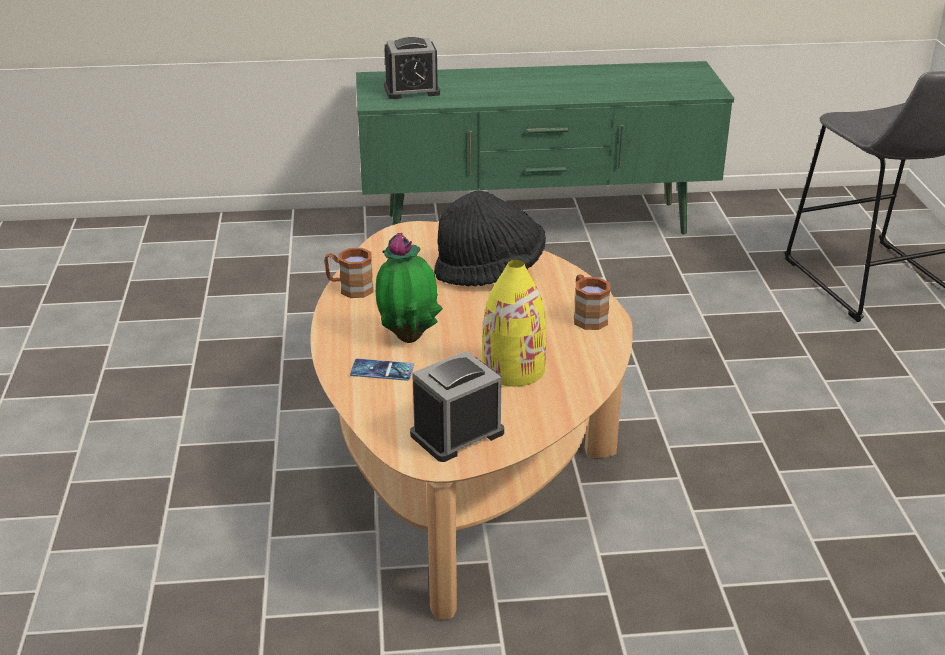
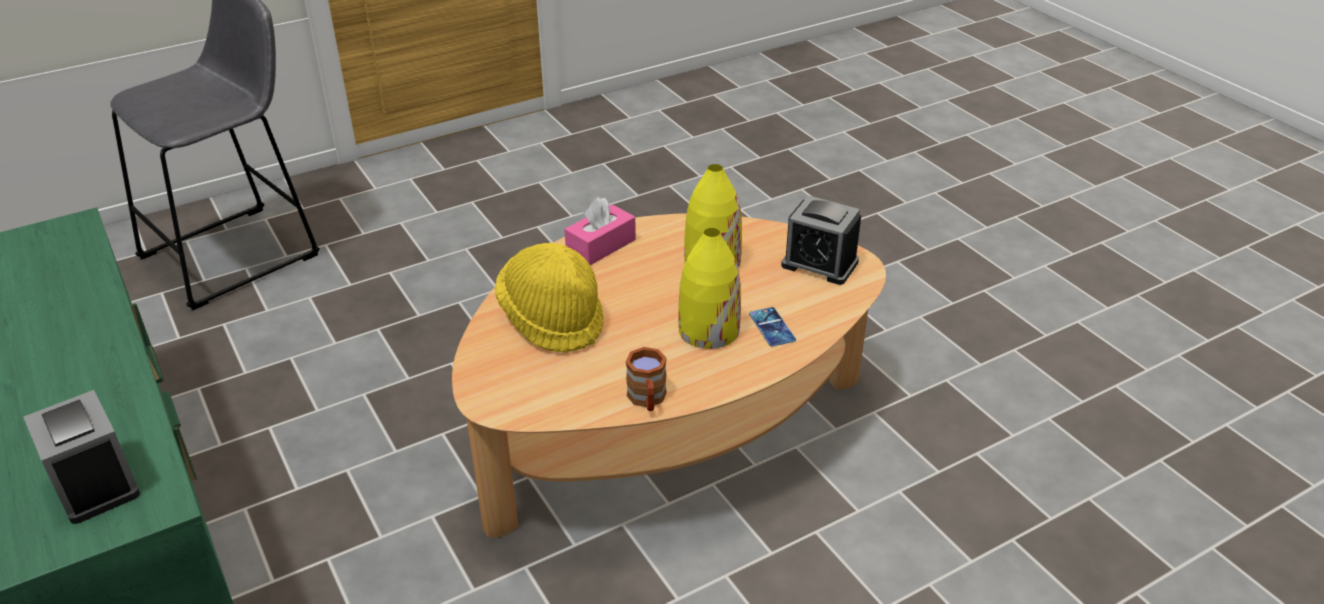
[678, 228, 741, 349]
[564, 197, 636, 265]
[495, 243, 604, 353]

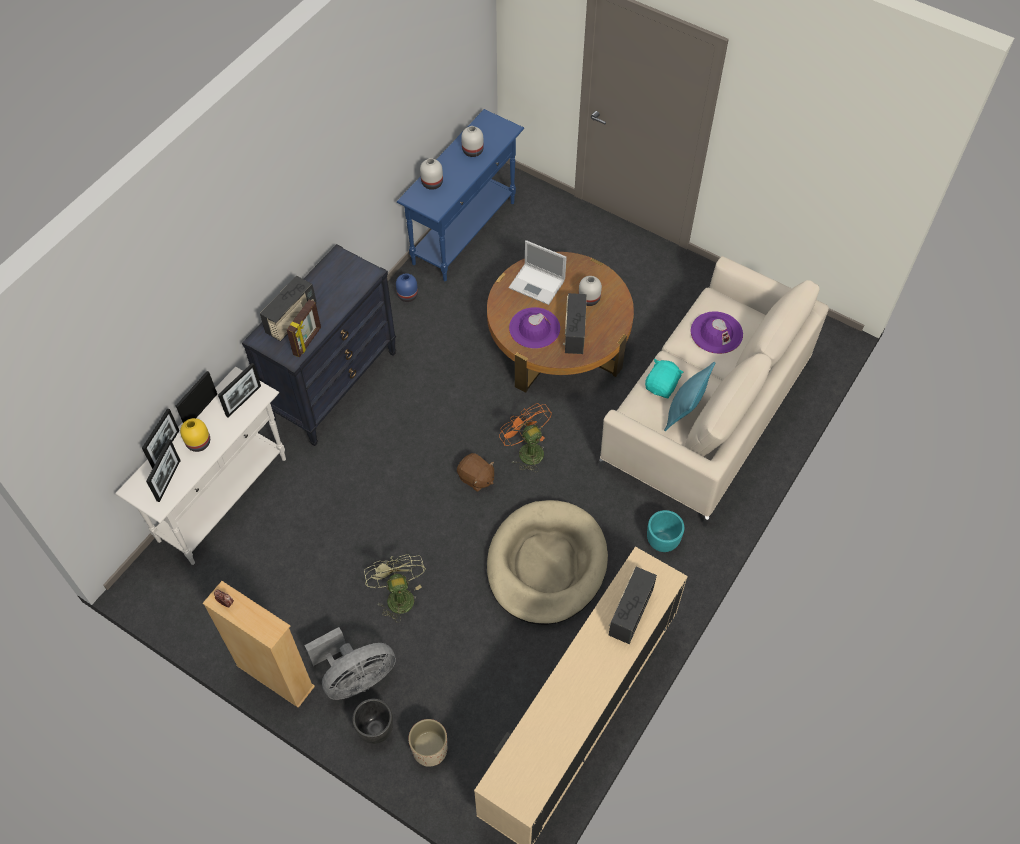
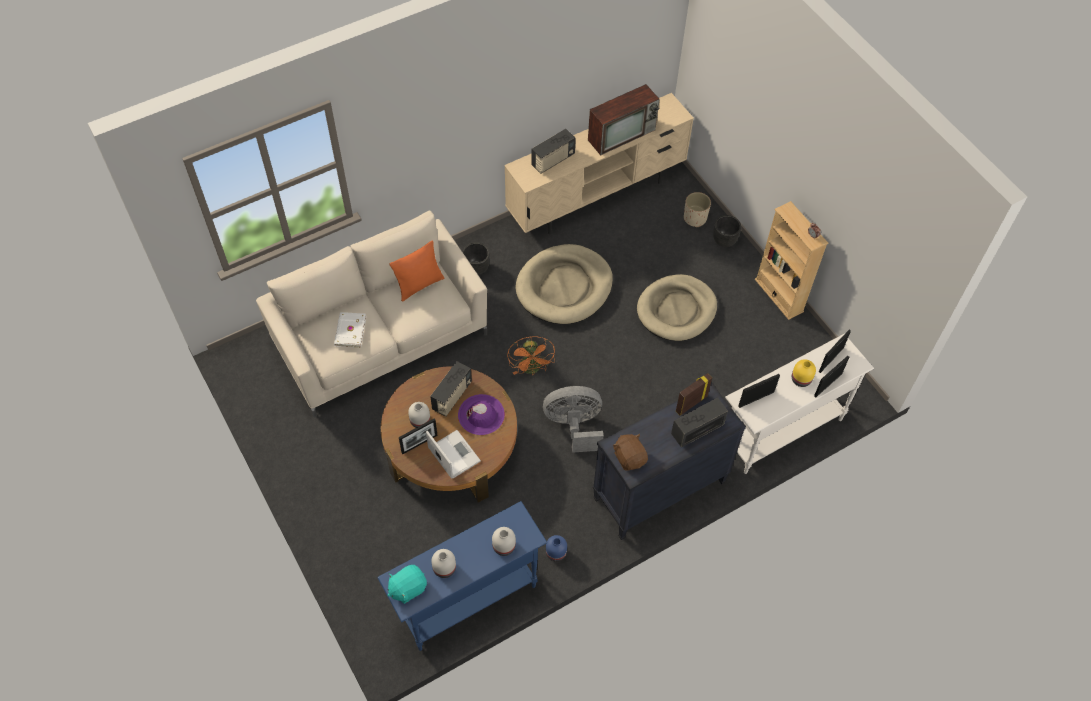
[588, 84, 660, 156]
[399, 419, 438, 454]
[543, 386, 603, 453]
[613, 434, 648, 470]
[388, 565, 427, 604]
[637, 274, 717, 341]
[334, 312, 366, 348]
[463, 242, 490, 275]
[389, 240, 445, 302]

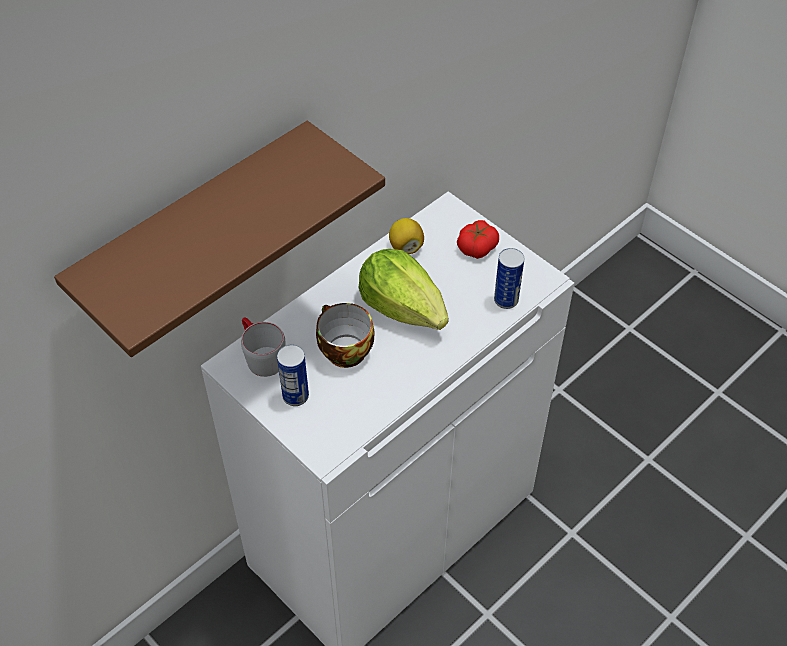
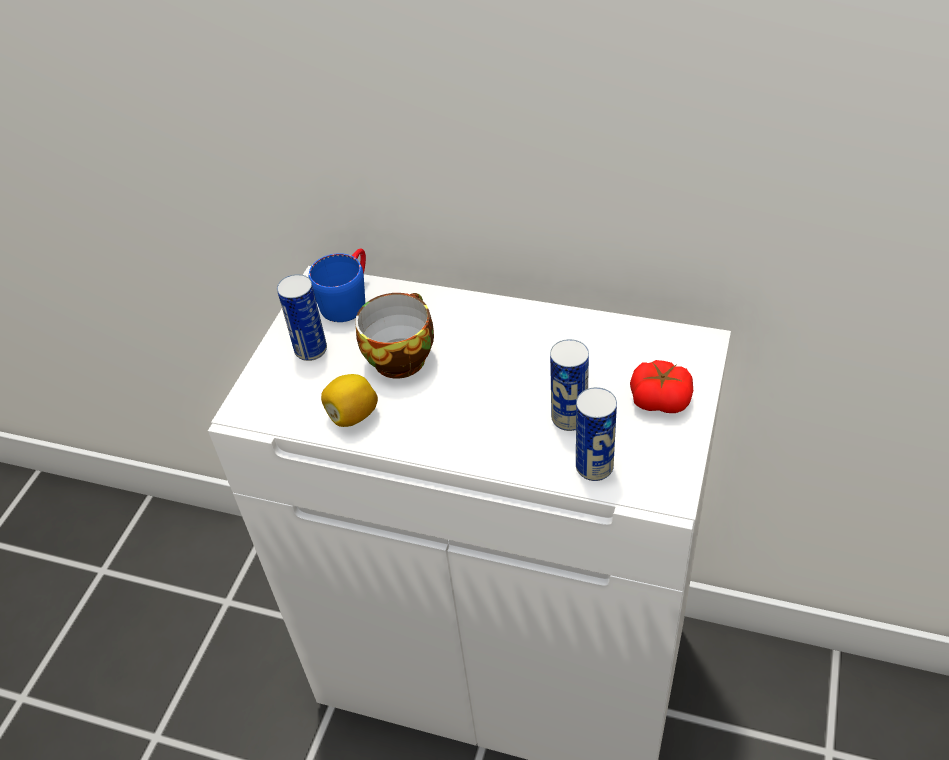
[54, 121, 385, 357] (first image)
[359, 249, 449, 330] (first image)
[550, 339, 589, 431]
[321, 374, 378, 427]
[309, 248, 366, 322]

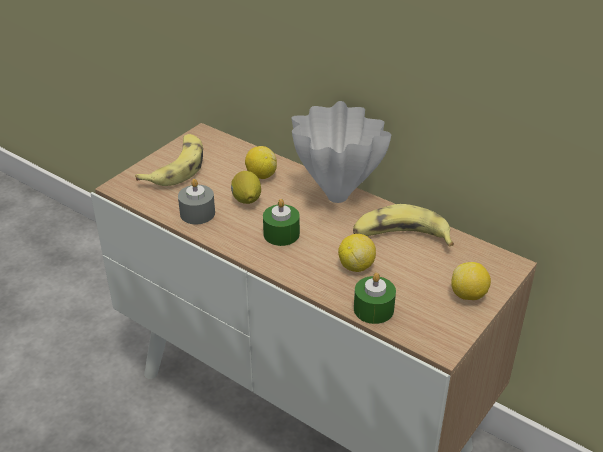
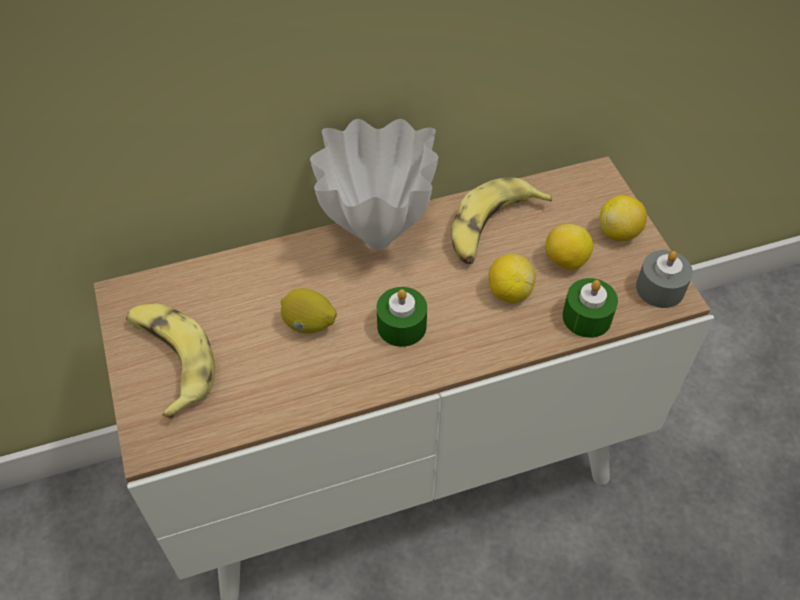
[636, 250, 693, 308]
[545, 224, 593, 270]

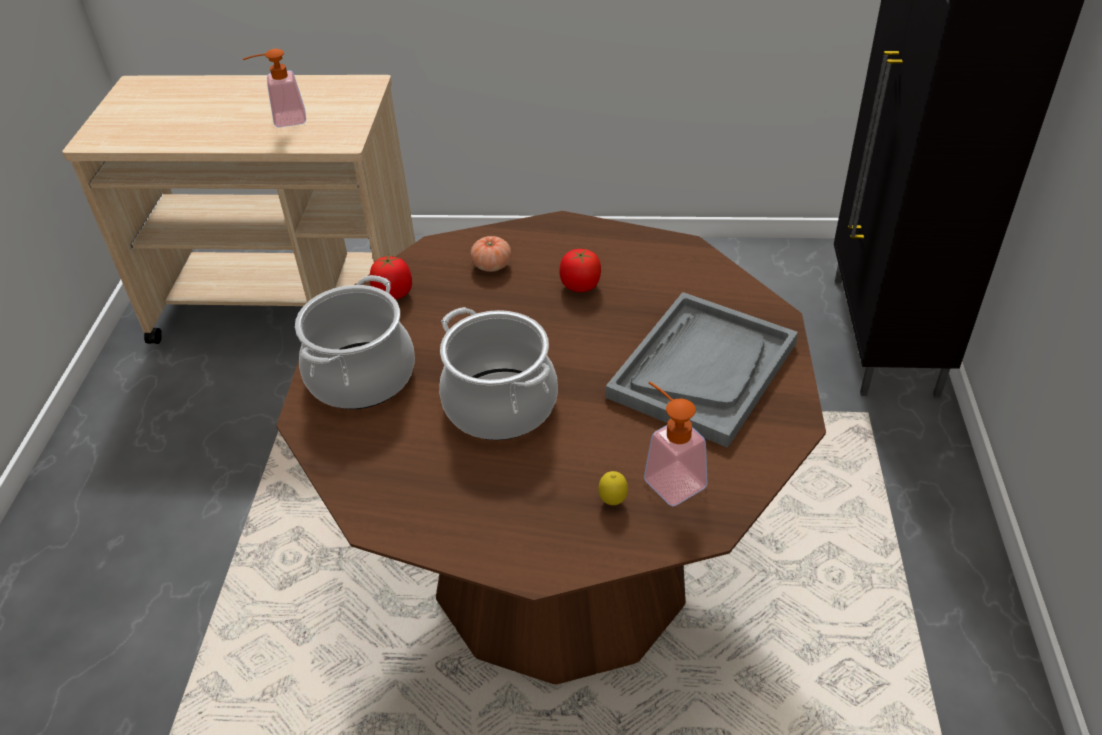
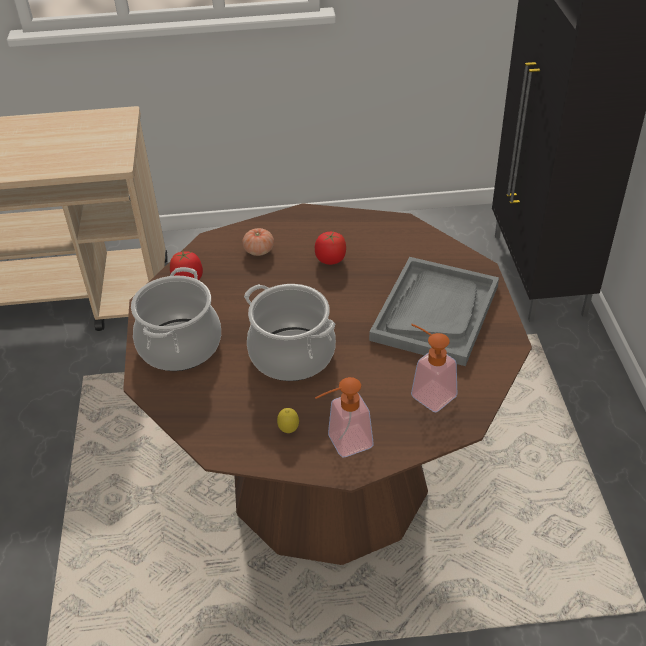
[315, 377, 374, 457]
[277, 408, 299, 433]

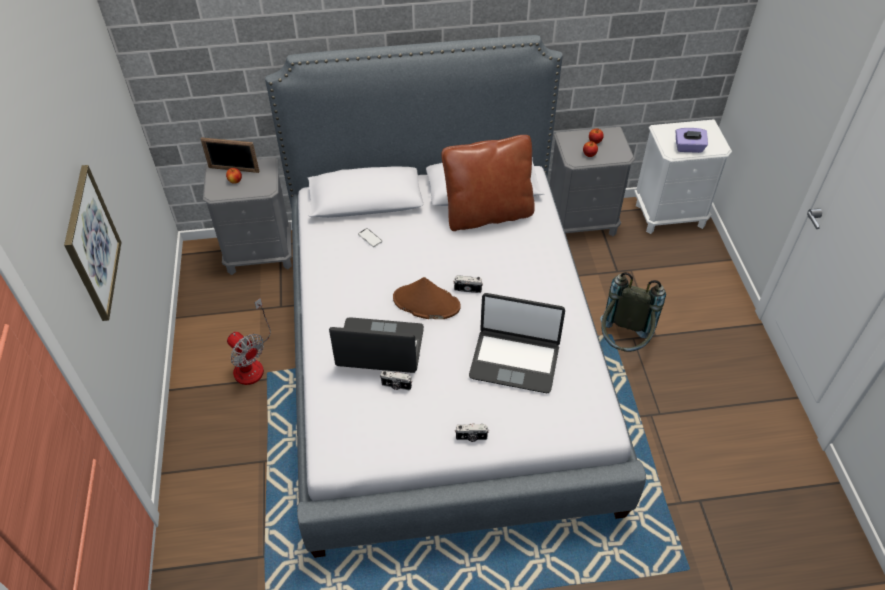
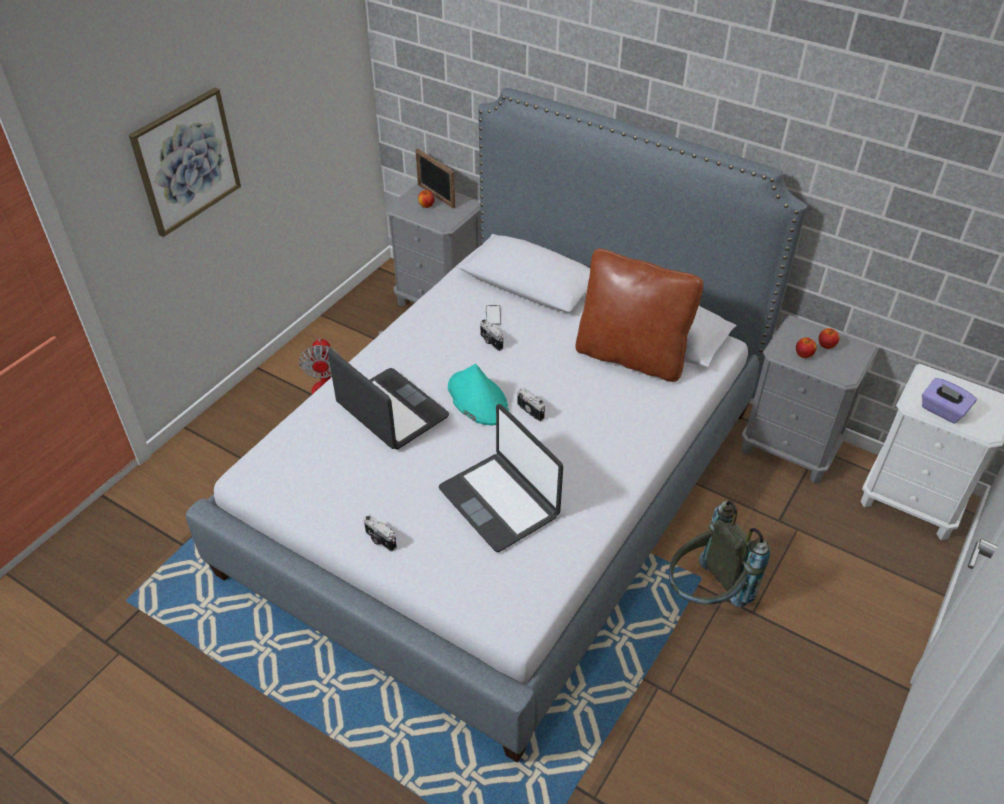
[480, 319, 503, 351]
[448, 364, 509, 425]

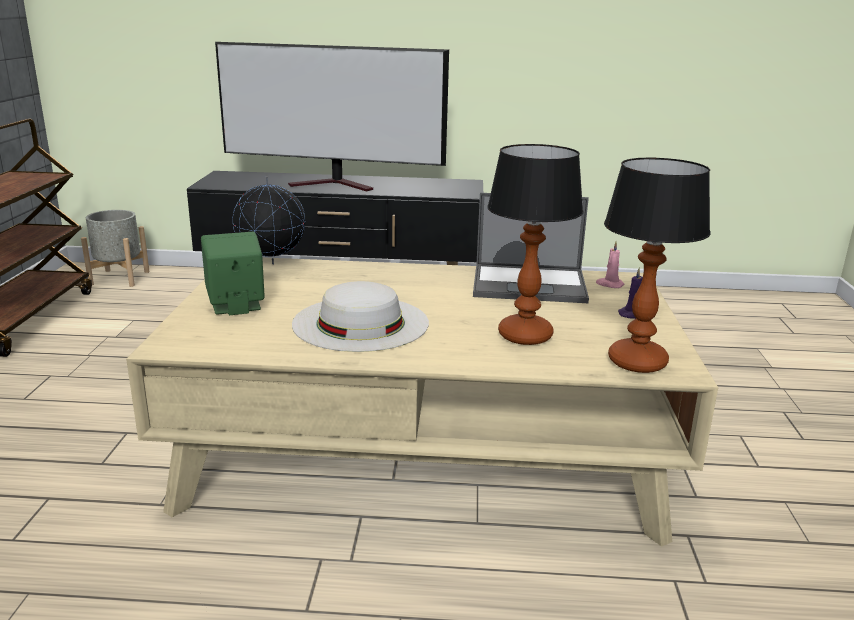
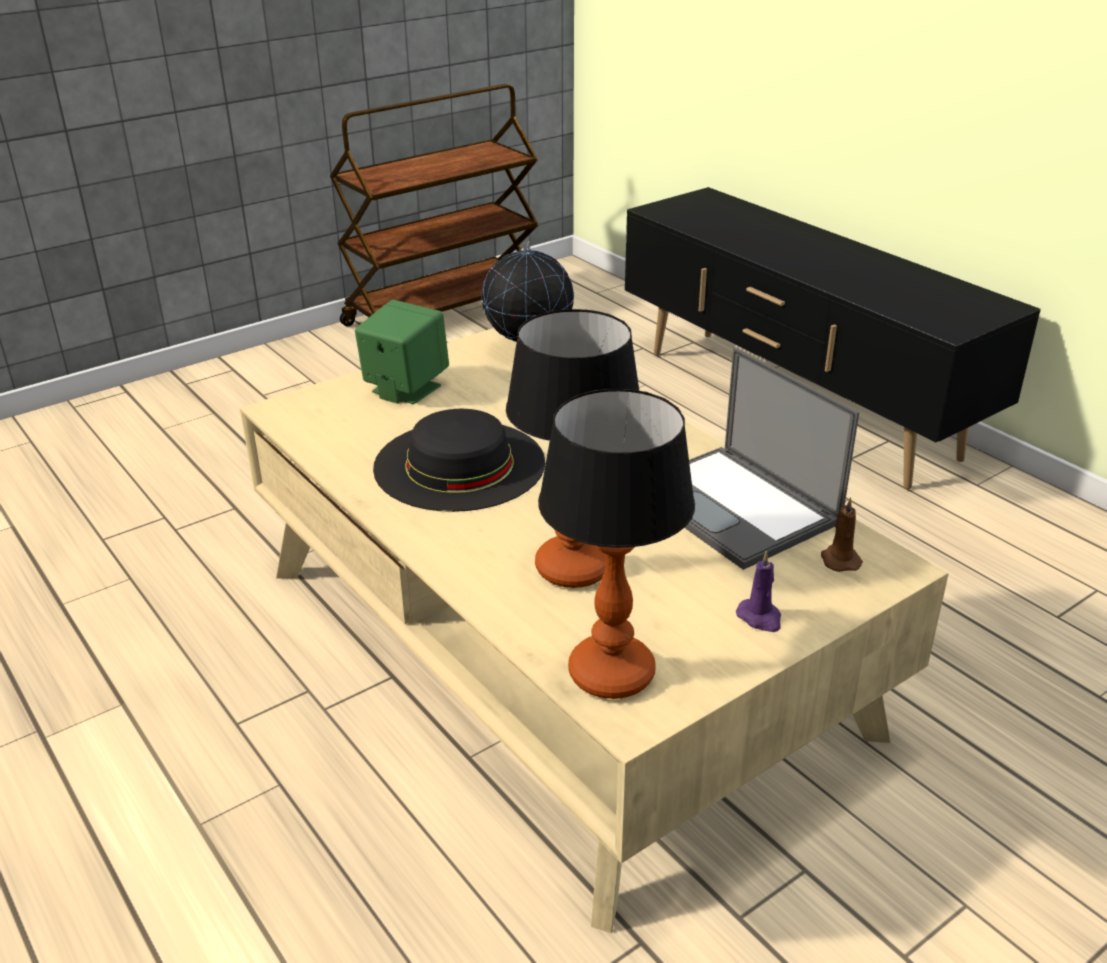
[81, 210, 150, 287] (first image)
[215, 42, 449, 191] (first image)
[373, 409, 545, 512]
[821, 497, 863, 572]

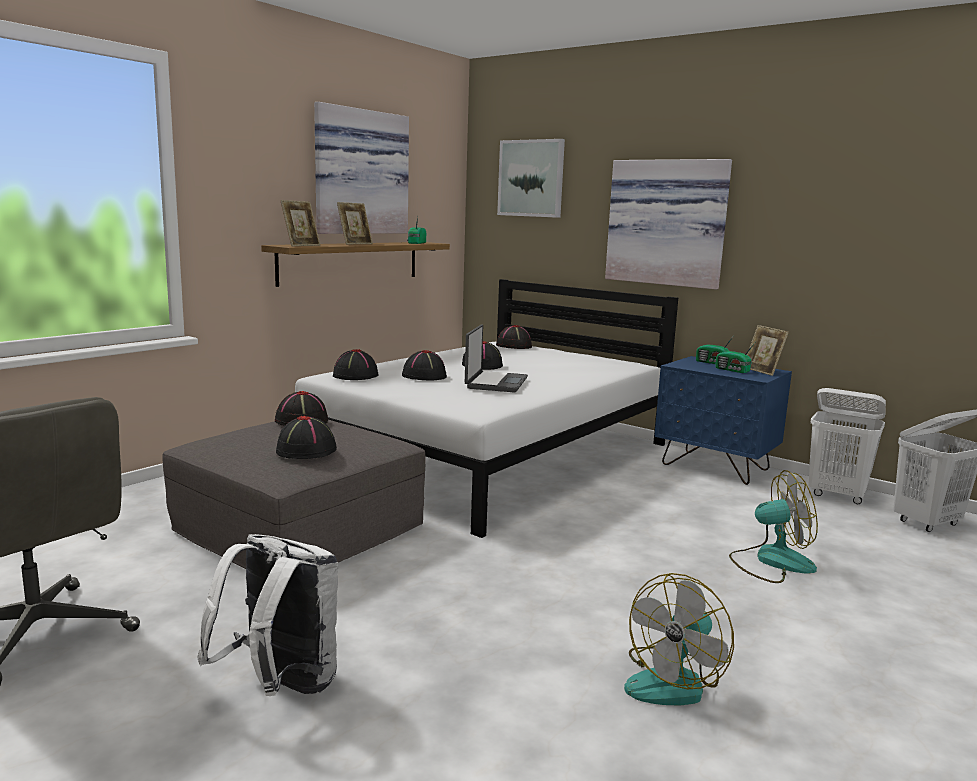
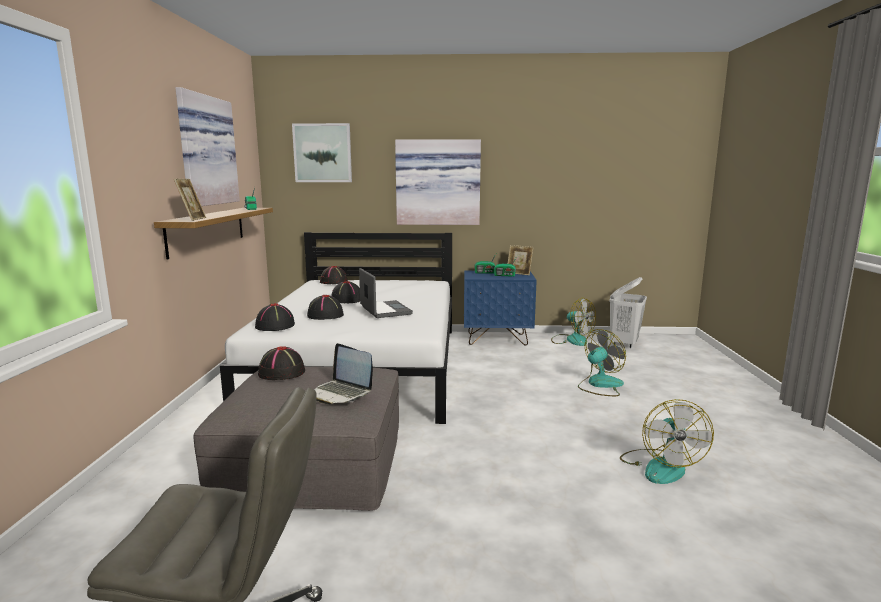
[197, 534, 338, 696] (first image)
[337, 202, 373, 245] (first image)
[314, 343, 373, 405]
[551, 298, 596, 346]

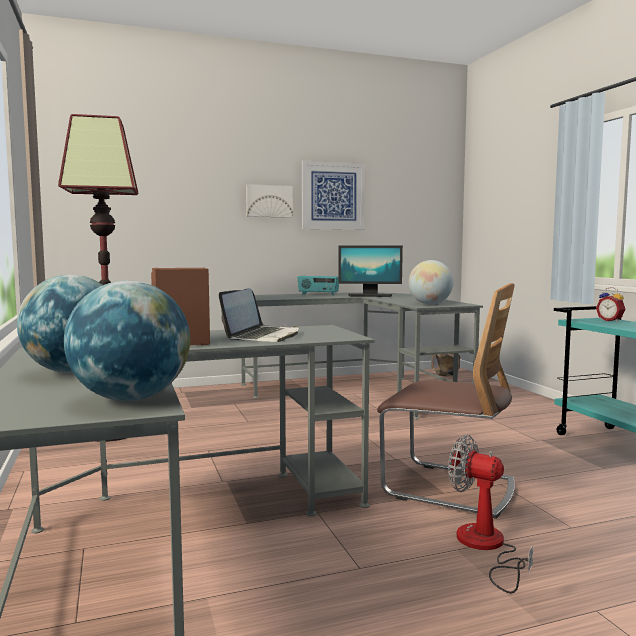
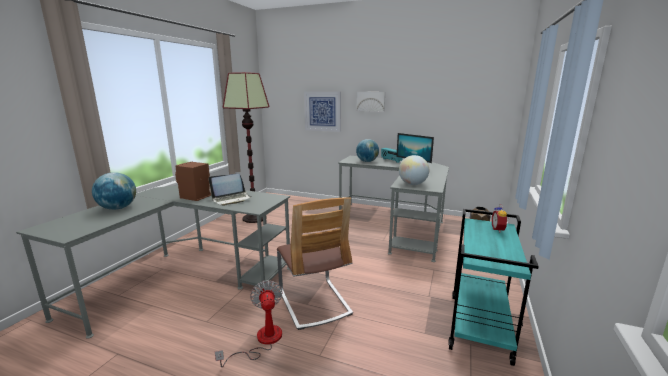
[356, 139, 379, 162]
[304, 91, 341, 132]

